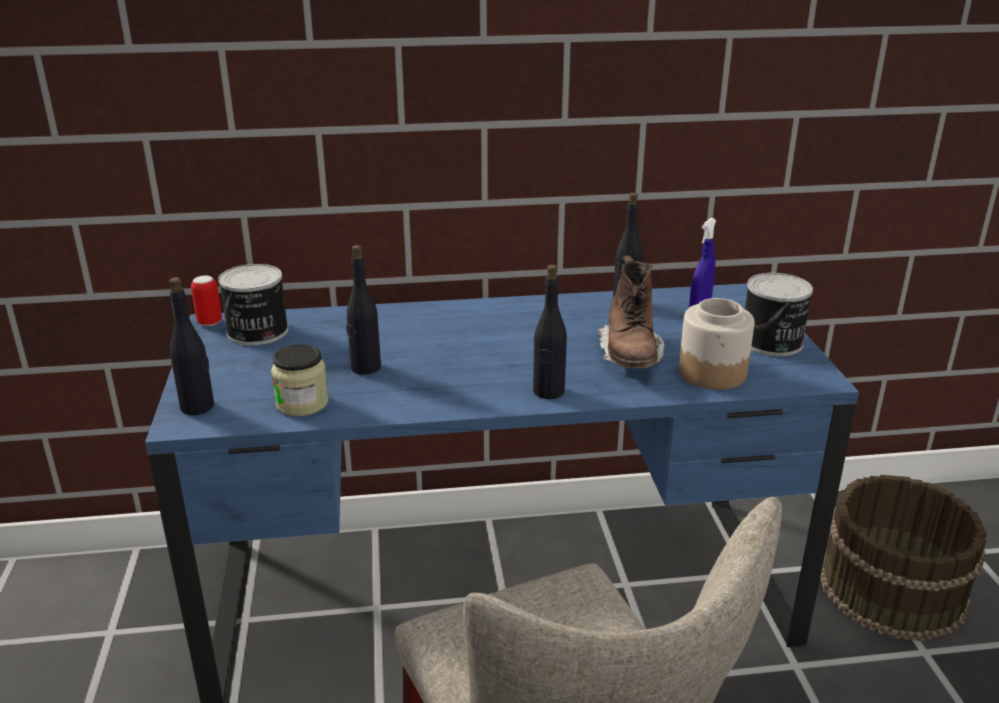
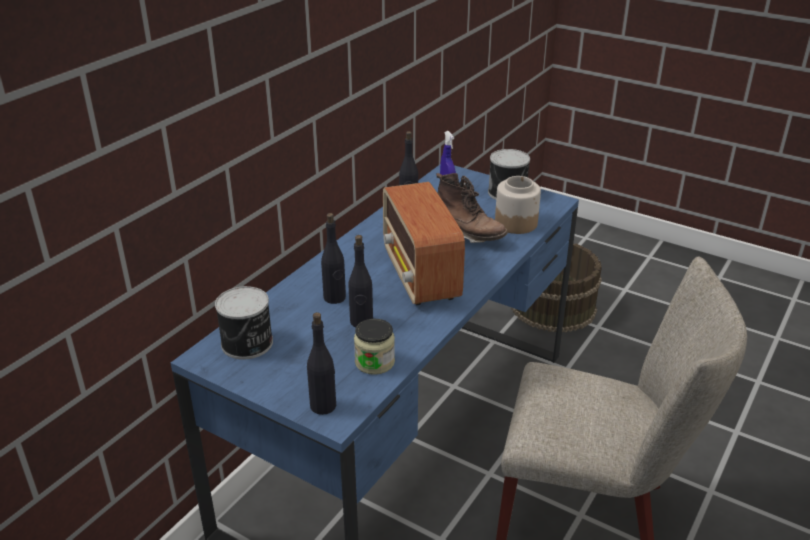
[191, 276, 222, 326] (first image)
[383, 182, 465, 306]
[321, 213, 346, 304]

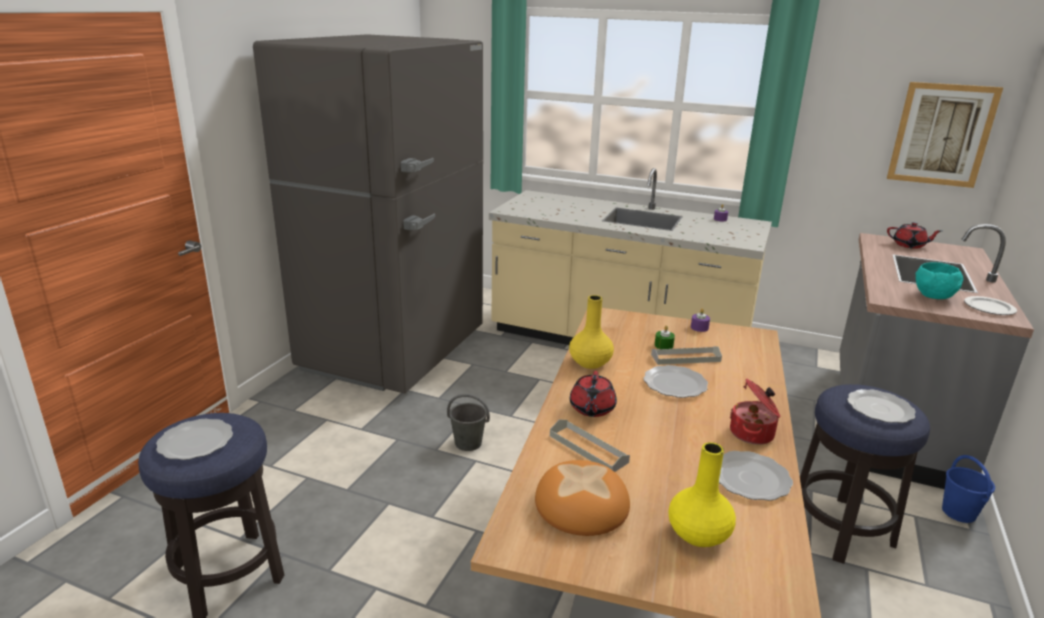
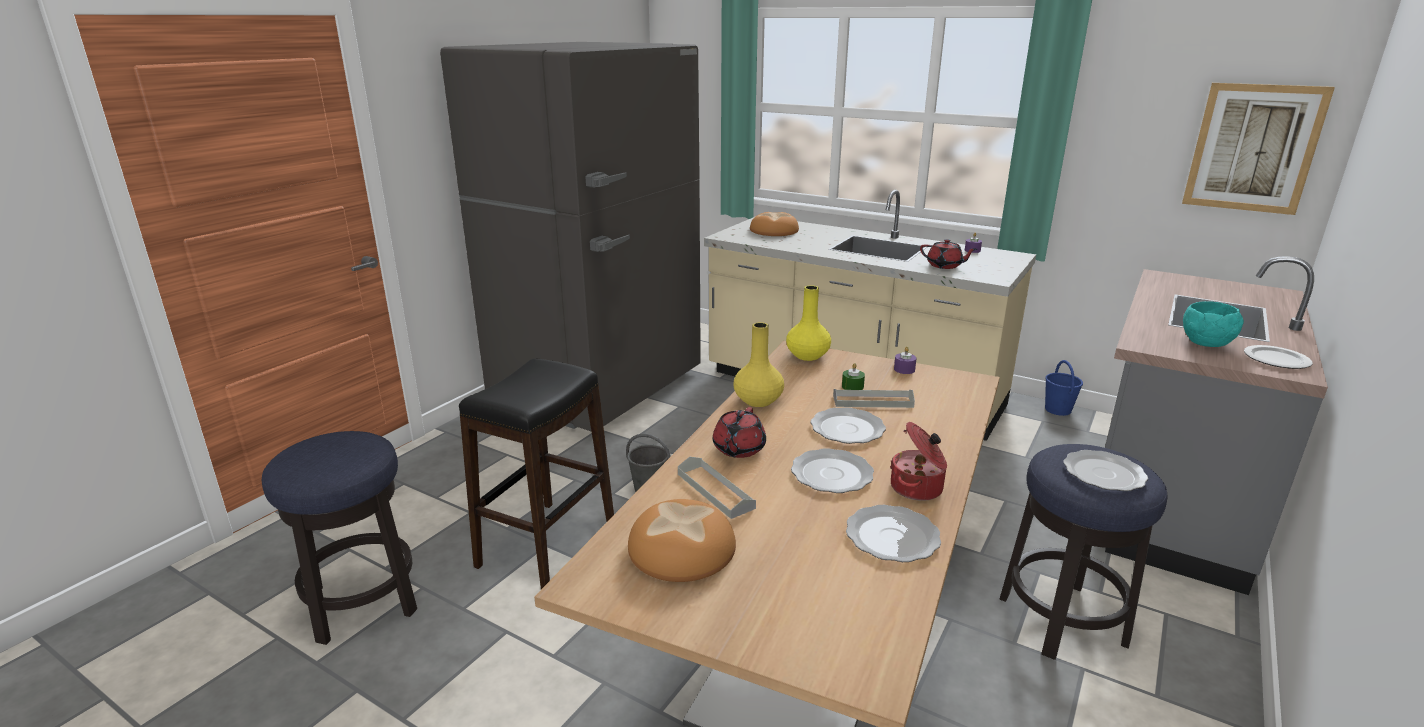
[459, 358, 614, 589]
[750, 212, 799, 236]
[791, 448, 874, 493]
[786, 285, 831, 361]
[920, 239, 977, 269]
[1045, 360, 1083, 416]

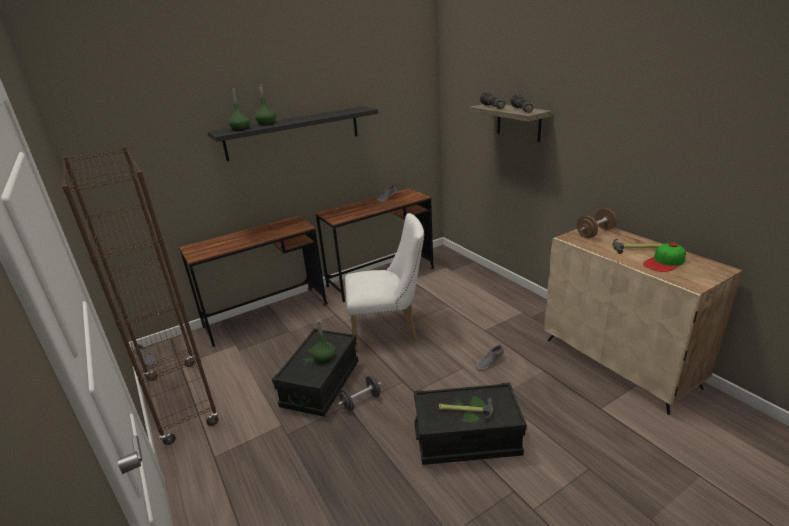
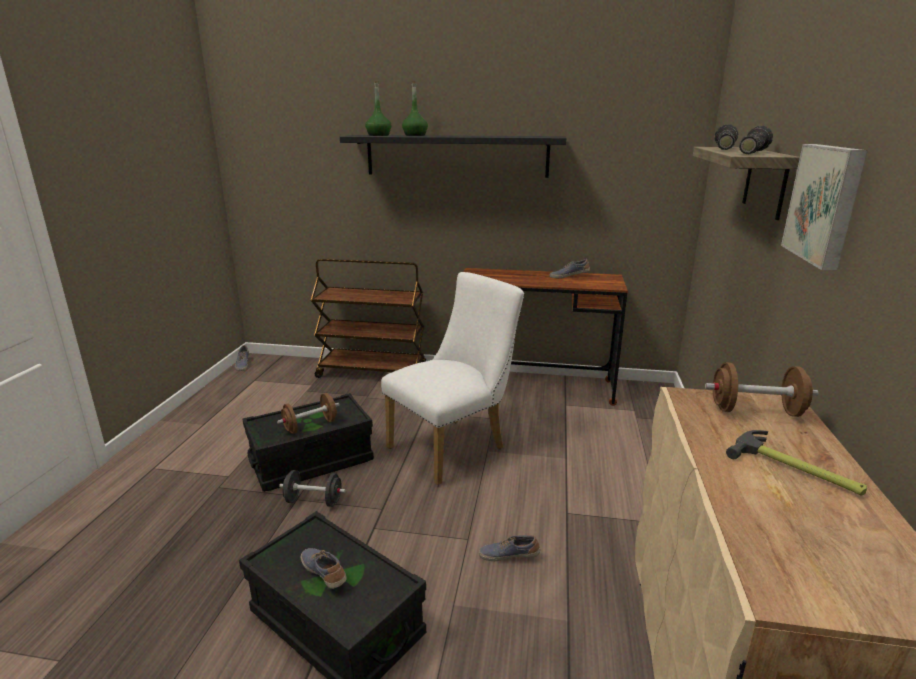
[62, 147, 219, 445] (first image)
[643, 242, 686, 272] (first image)
[781, 144, 868, 271]
[311, 259, 426, 378]
[277, 393, 339, 434]
[301, 548, 347, 589]
[381, 272, 524, 485]

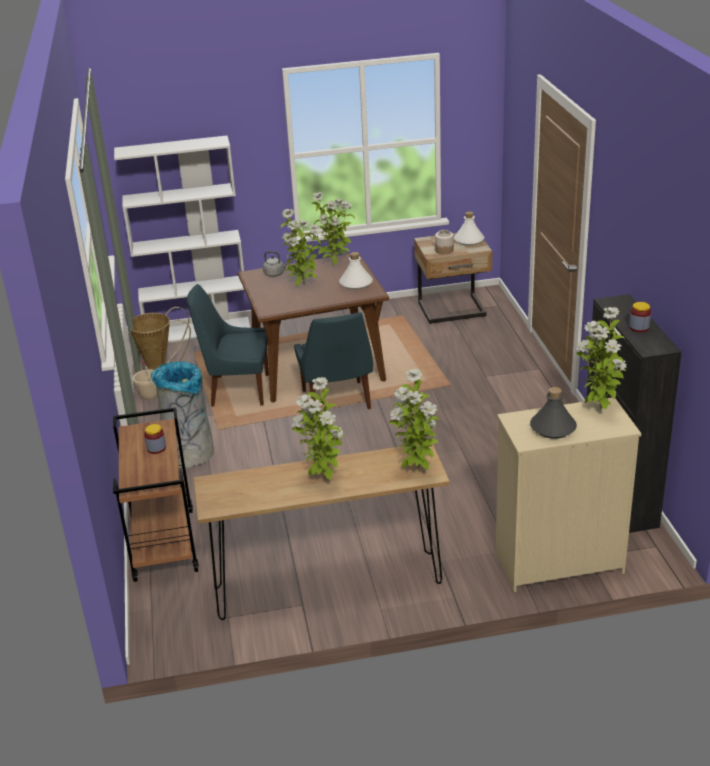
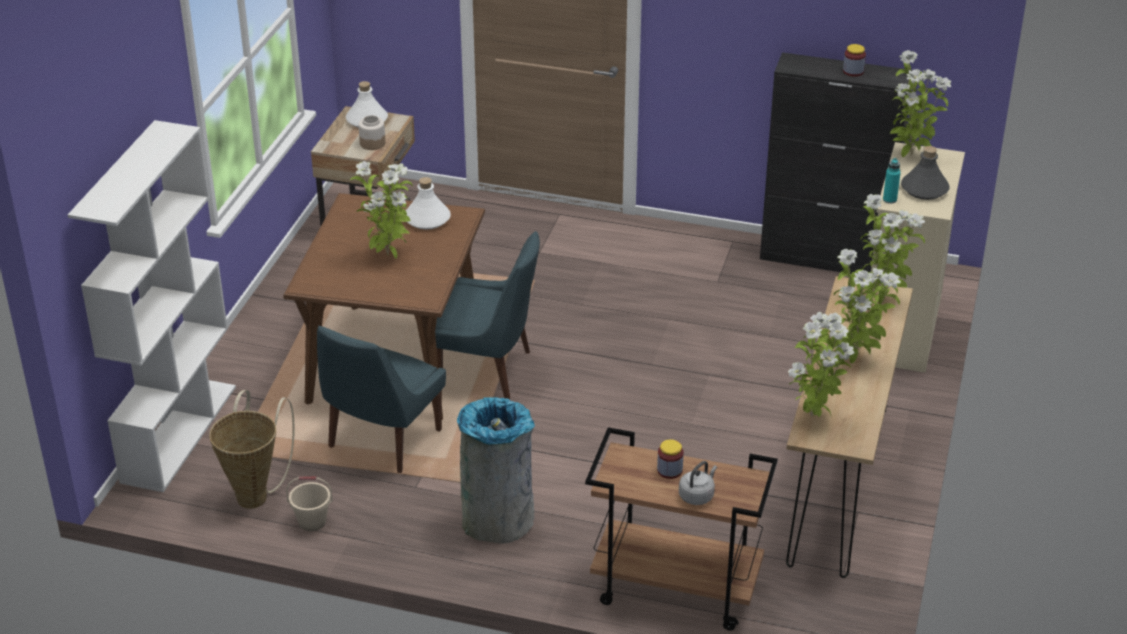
[883, 158, 901, 204]
[679, 461, 717, 505]
[788, 312, 855, 417]

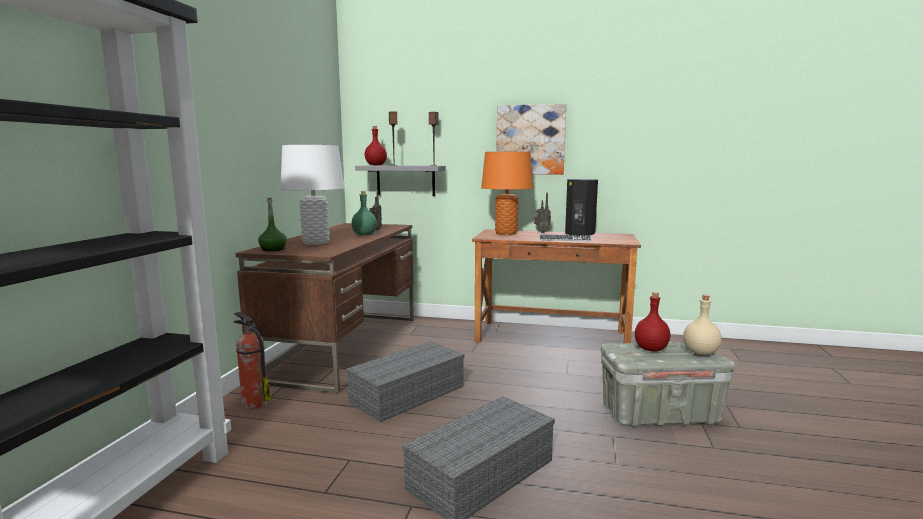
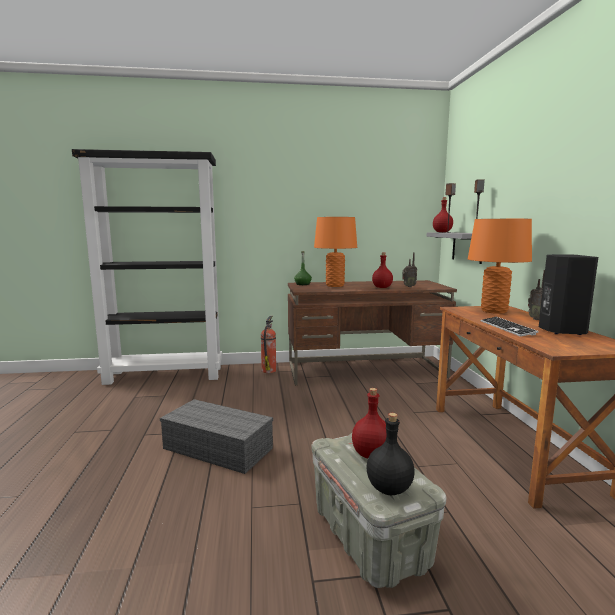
[346, 341, 465, 422] (first image)
[496, 104, 566, 175] (first image)
[314, 217, 357, 287]
[372, 253, 393, 288]
[366, 413, 415, 495]

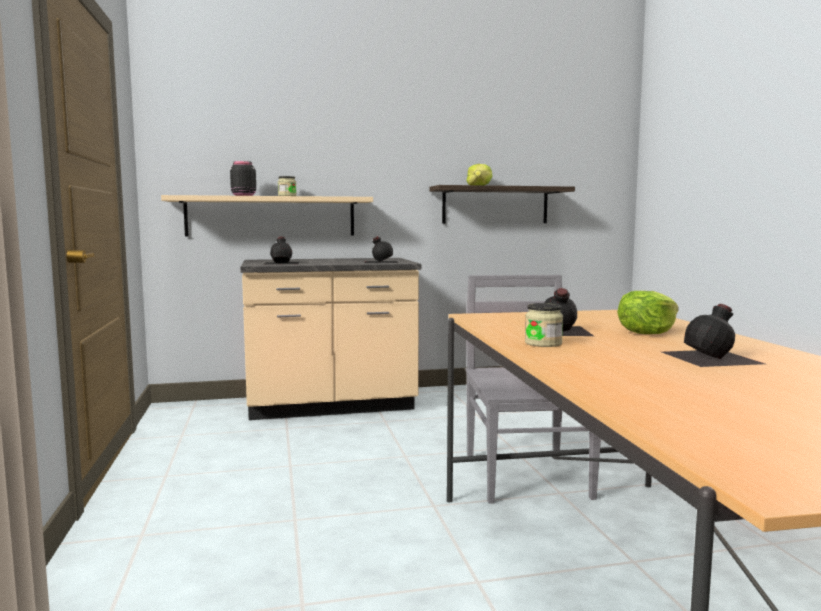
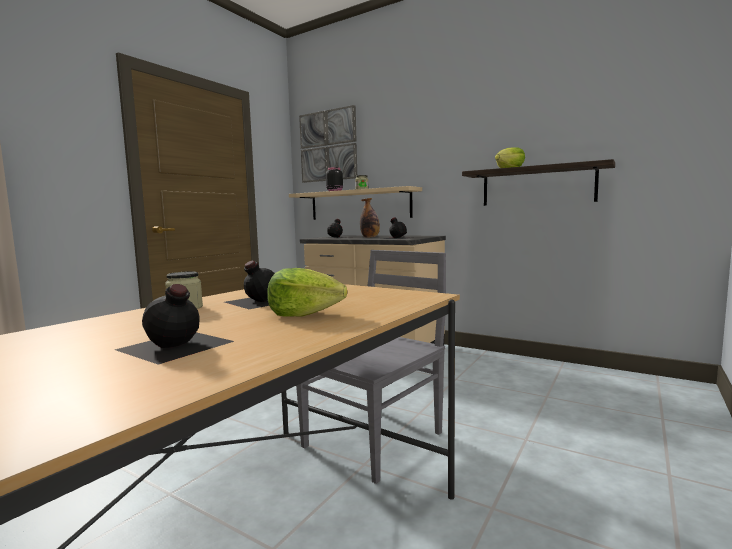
[299, 105, 357, 183]
[360, 198, 380, 238]

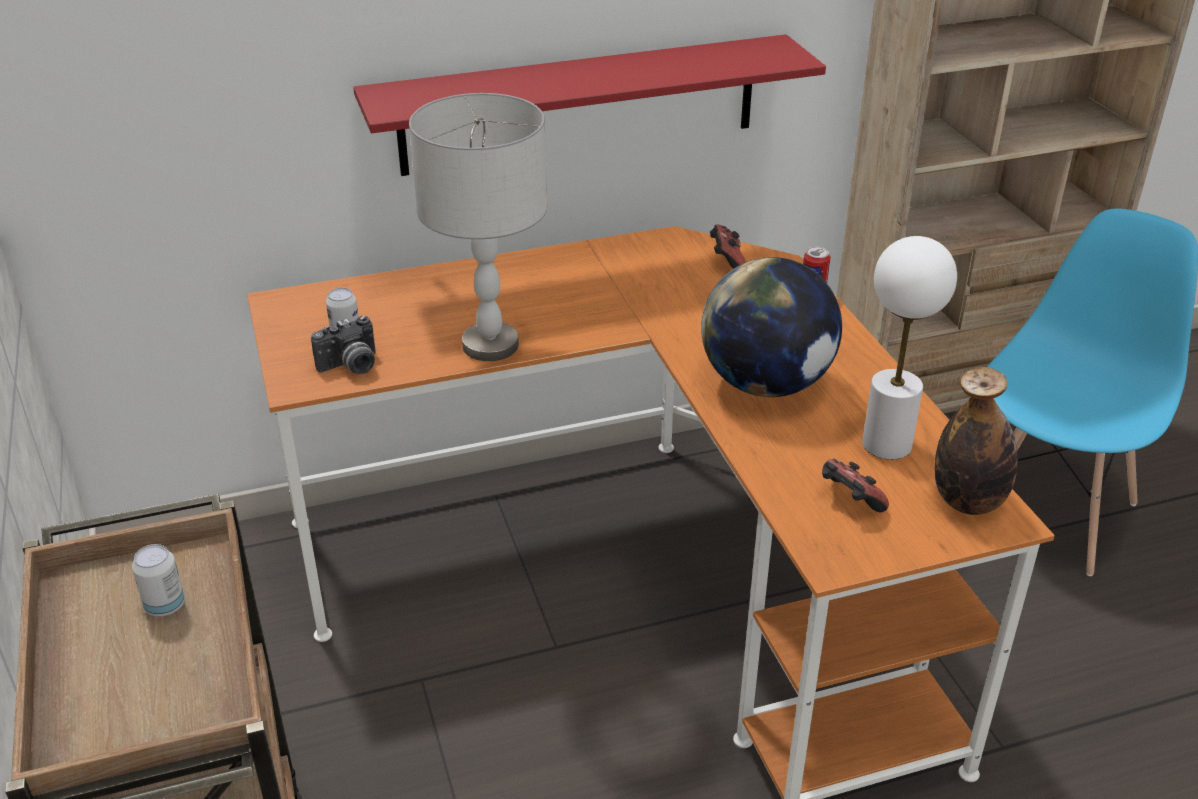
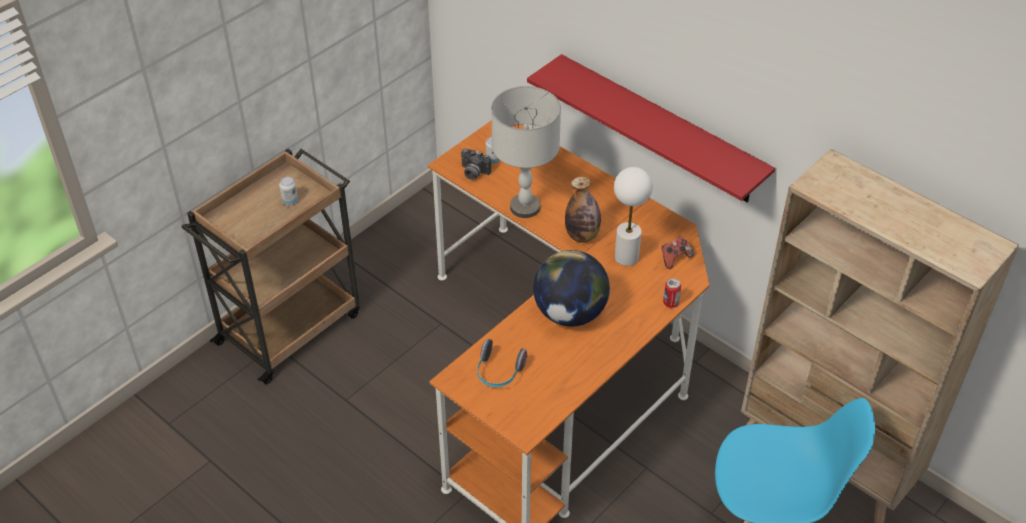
[614, 167, 653, 266]
[565, 176, 601, 243]
[477, 339, 527, 387]

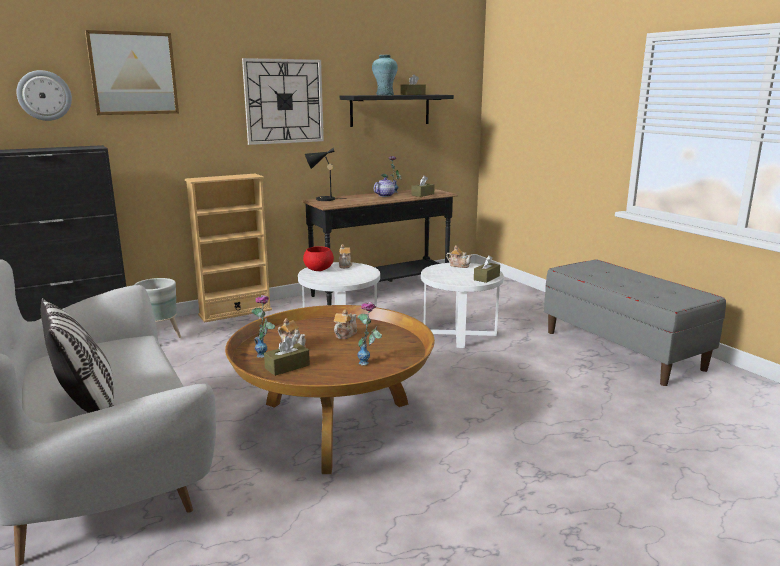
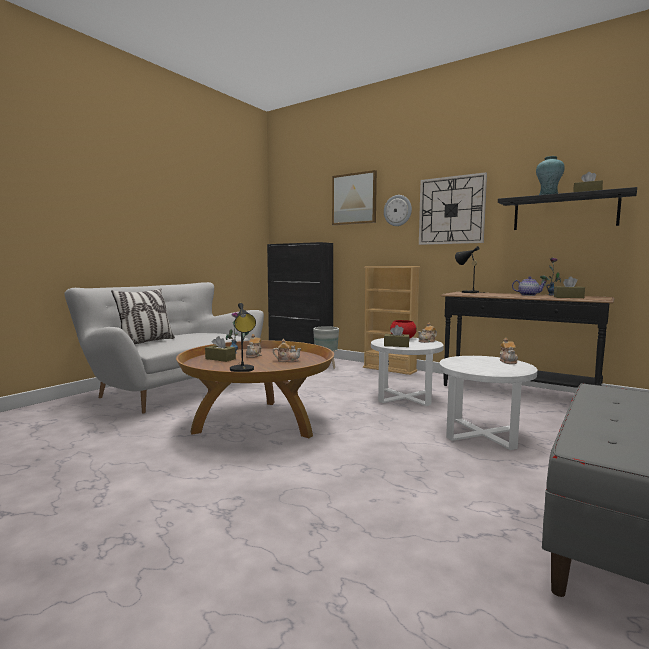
[384, 195, 412, 226]
[384, 325, 410, 347]
[230, 303, 256, 372]

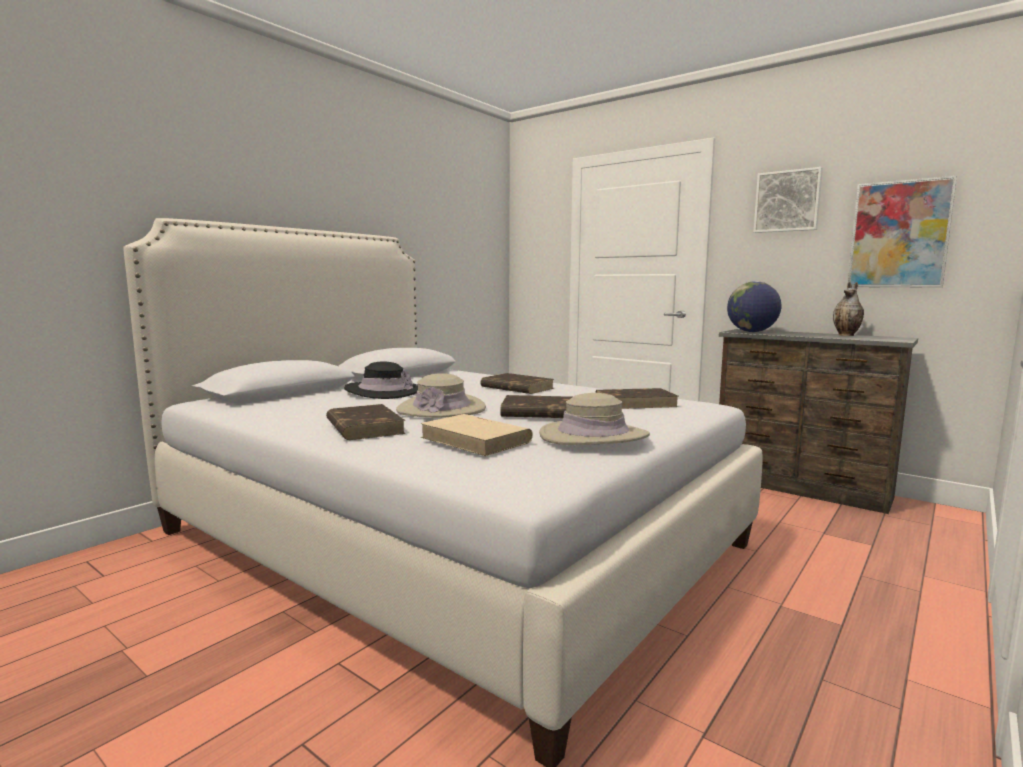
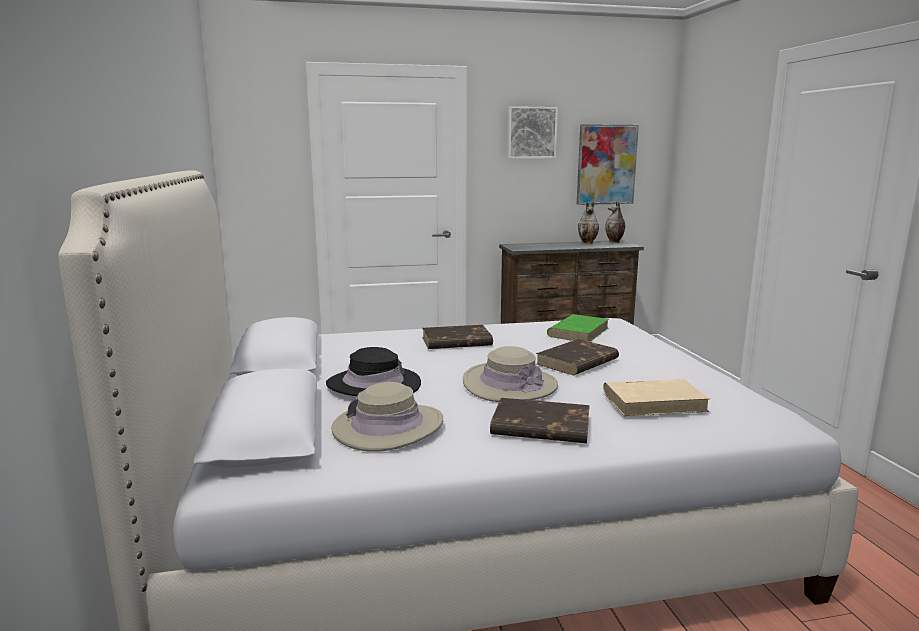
[727, 281, 781, 332] (first image)
[605, 201, 625, 243]
[331, 382, 443, 451]
[547, 314, 609, 342]

